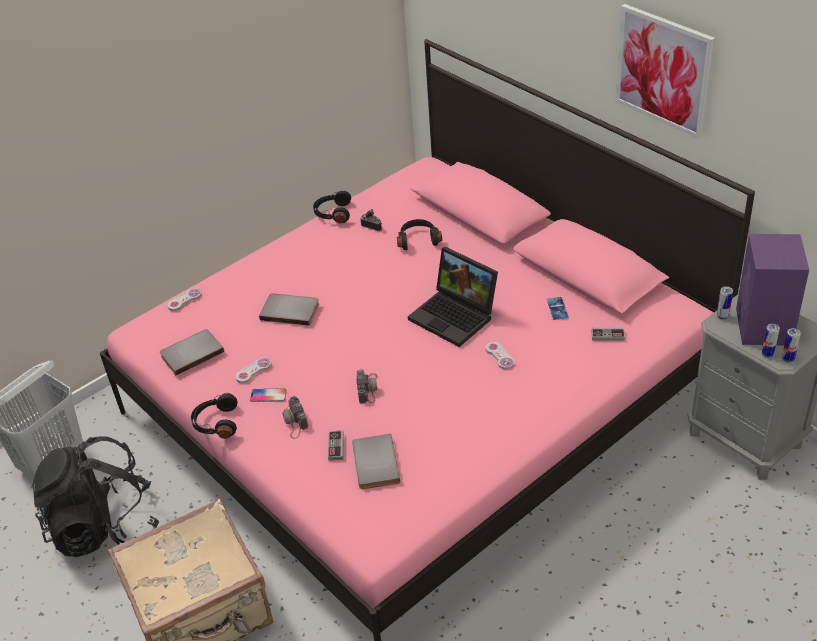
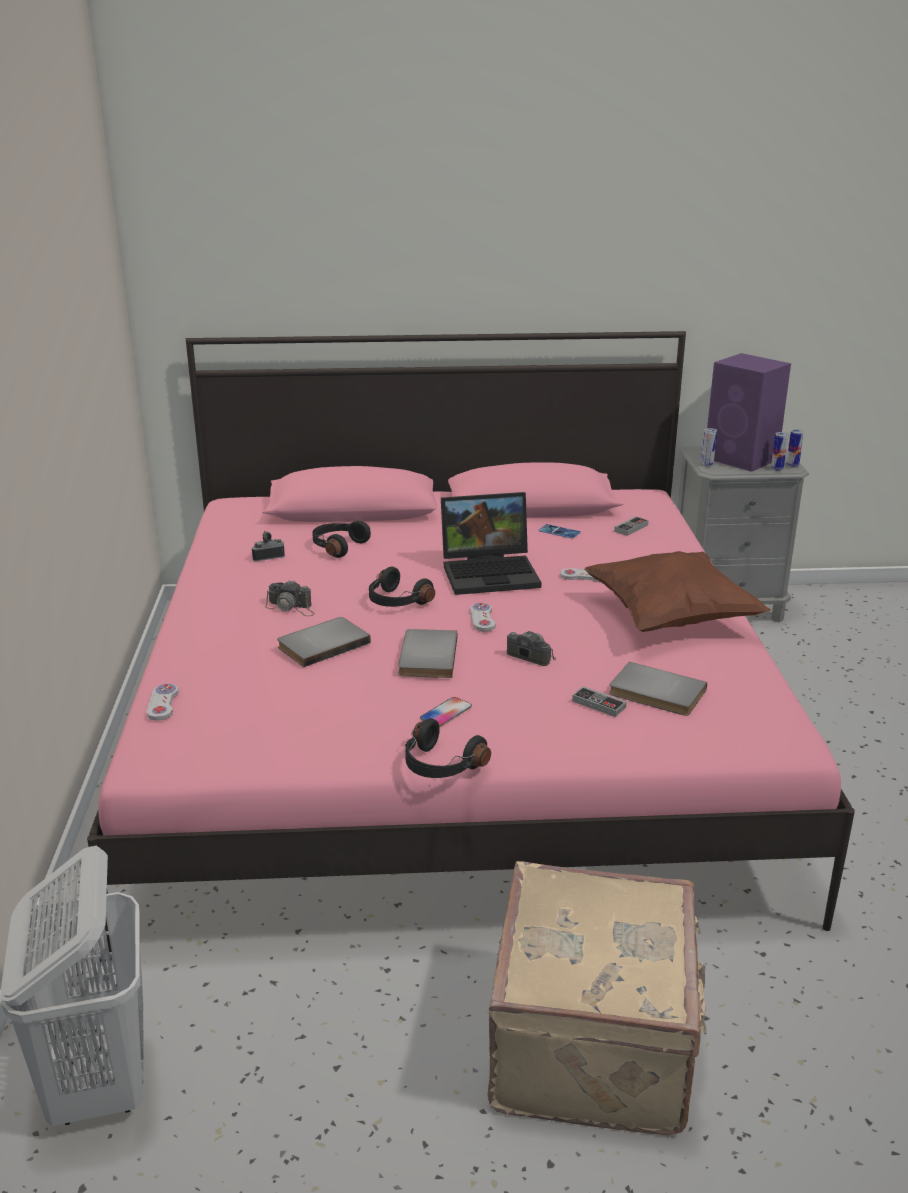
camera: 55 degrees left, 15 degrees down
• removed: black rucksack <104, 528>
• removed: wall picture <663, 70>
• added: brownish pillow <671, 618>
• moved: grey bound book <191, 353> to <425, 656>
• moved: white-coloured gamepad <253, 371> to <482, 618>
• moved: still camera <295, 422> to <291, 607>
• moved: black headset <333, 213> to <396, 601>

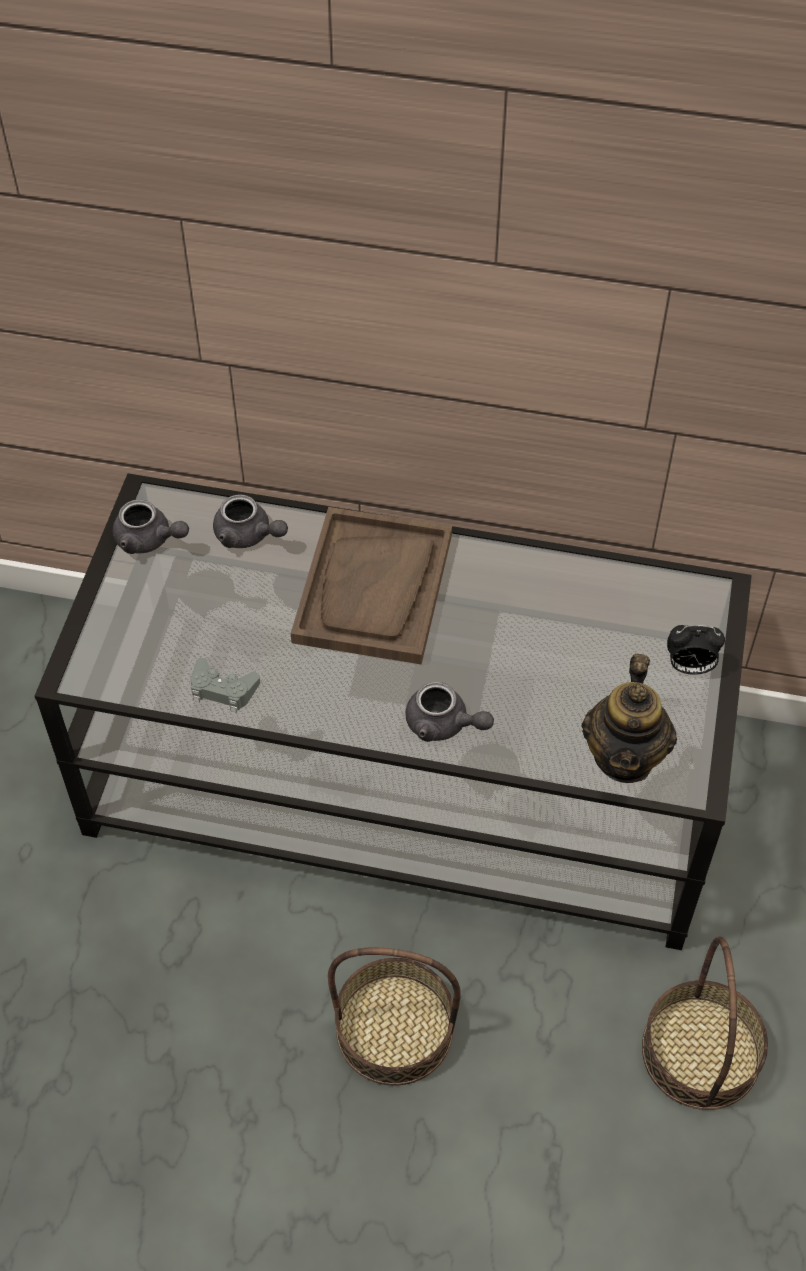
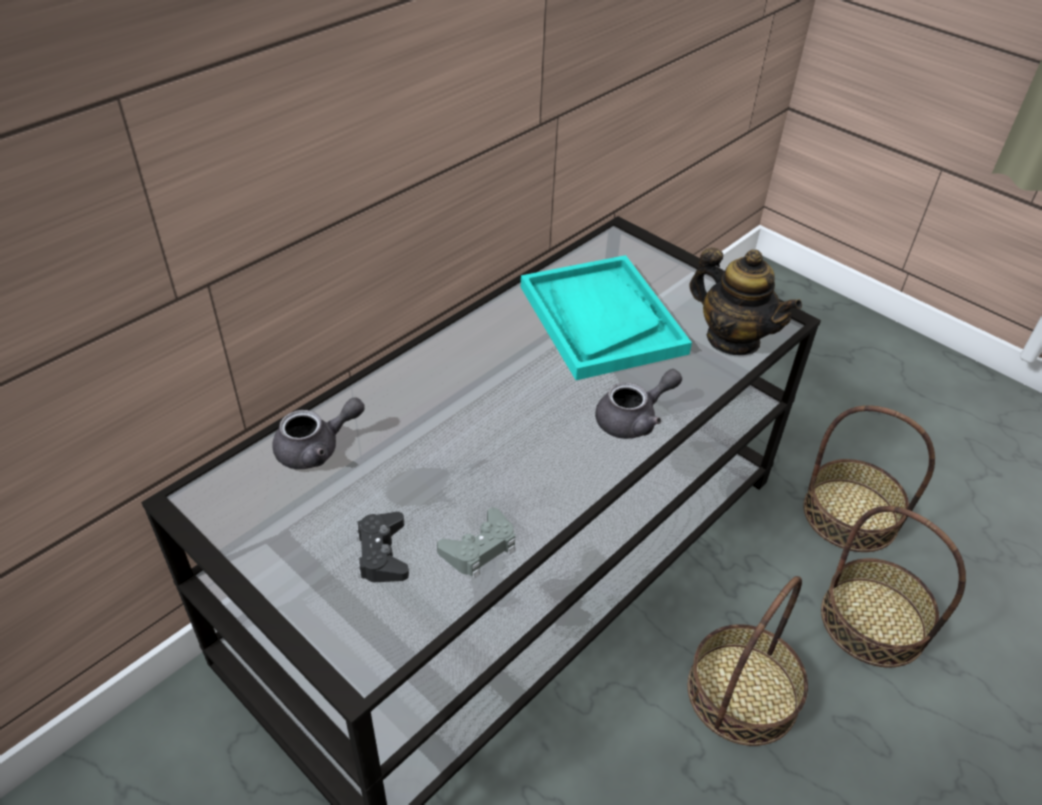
camera: 60 degrees left, 10 degrees down
• removed: grey pot for tea <149, 540>
• removed: brownish serving tray <374, 589>
• removed: alarm clock <689, 667>
• added: black gamepad <382, 553>
• added: turquoise-coloured serving tray <601, 319>
• added: basket <873, 621>

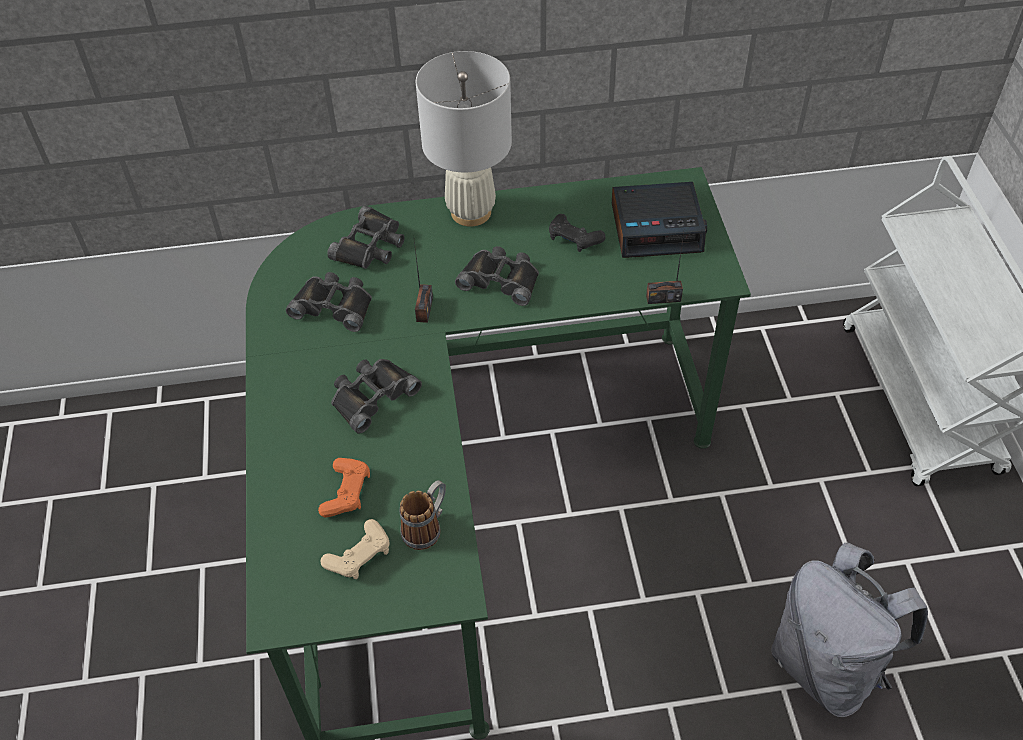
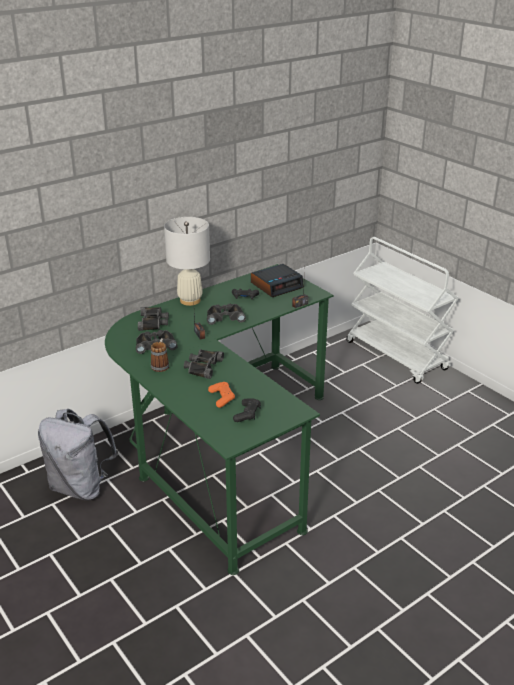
camera: 30 degrees left, 20 degrees down
• moved: coffee mug <427, 527> to <161, 365>
• moved: grey rucksack <828, 665> to <81, 487>
• recoloured: beige gamepad <359, 556> to black gamepad <247, 414>

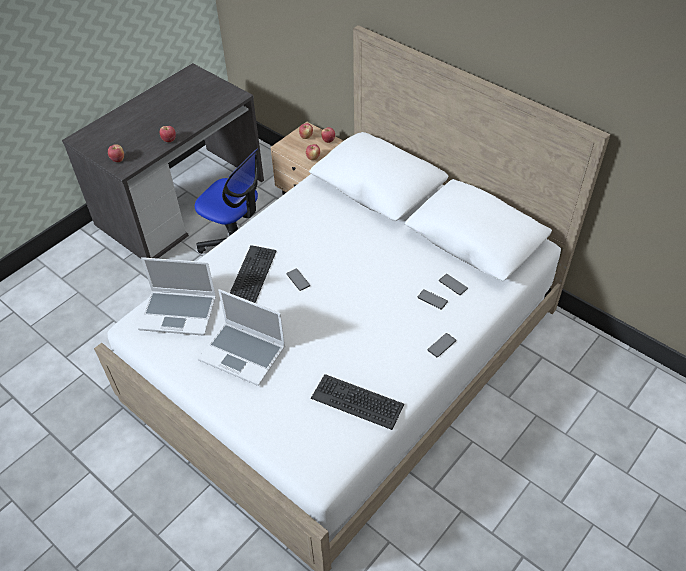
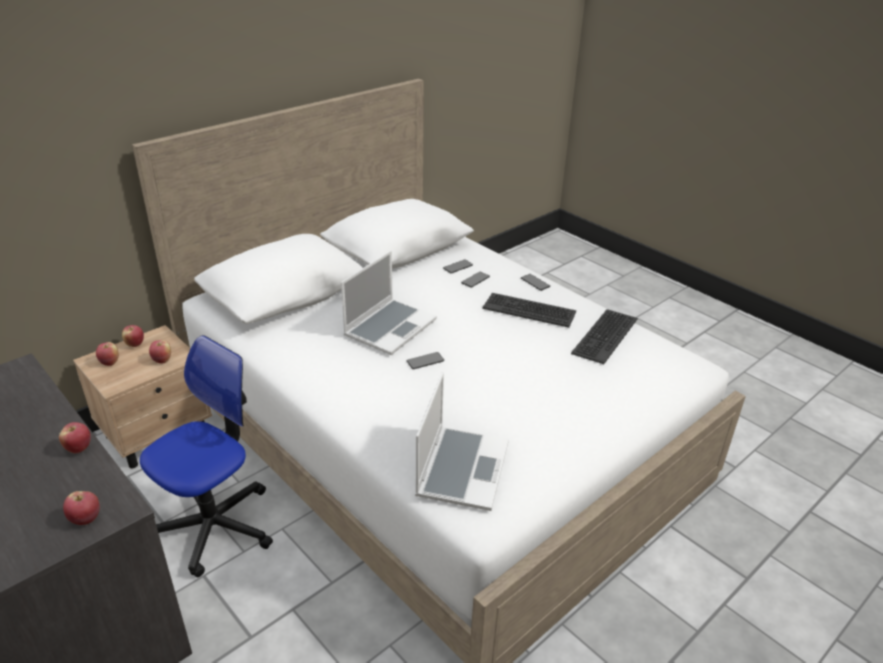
camera: 85 degrees left, 15 degrees down
• moved: laptop <244, 353> to <390, 327>
• moved: PC keyboard <252, 276> to <529, 310>

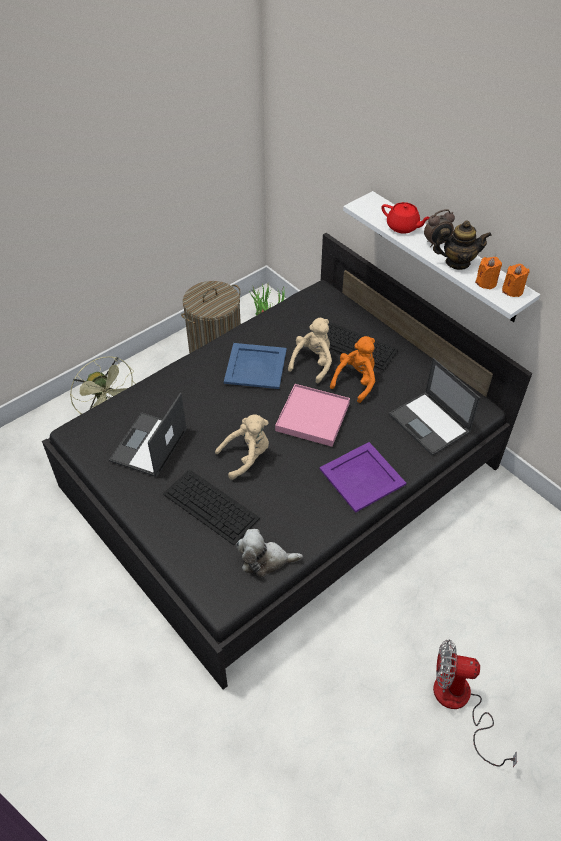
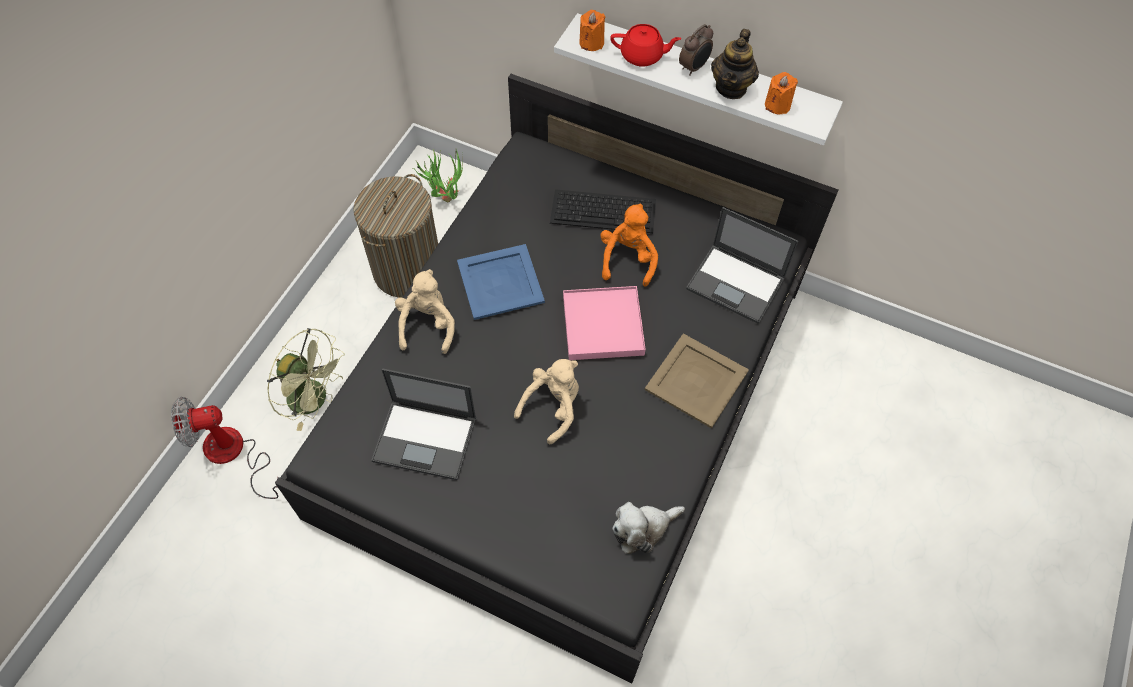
camera: 25 degrees left, 10 degrees up
• removed: PC keyboard <211, 506>
• moved: beige cuddly toy <313, 363> to <427, 325>
• moved: fan <460, 704> to <234, 455>
• moved: orange-coloured wax candle <512, 290> to <591, 43>
• recoloured: purple-coloured serving tray <363, 477> to beige serving tray <697, 380>
• turned: laptop <148, 445> = <426, 439> 75 degrees counterclockwise
• turned: pot for tea <457, 262> = <731, 87> 135 degrees clockwise

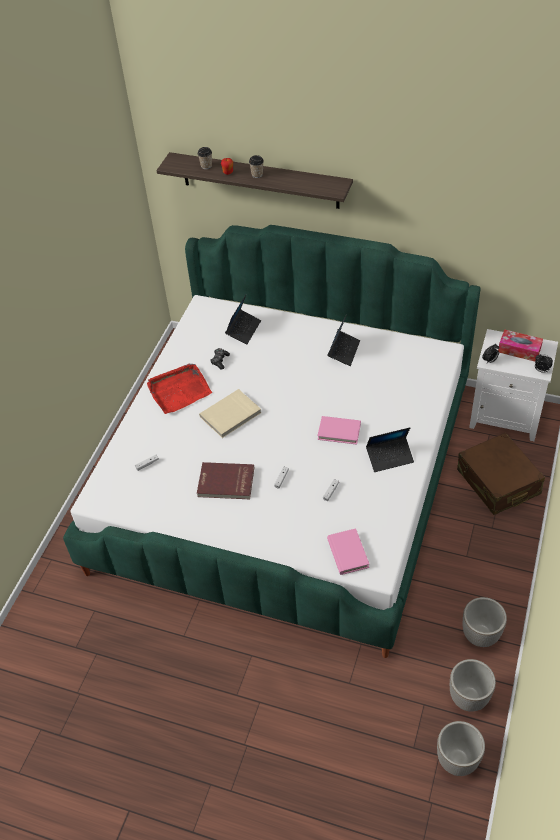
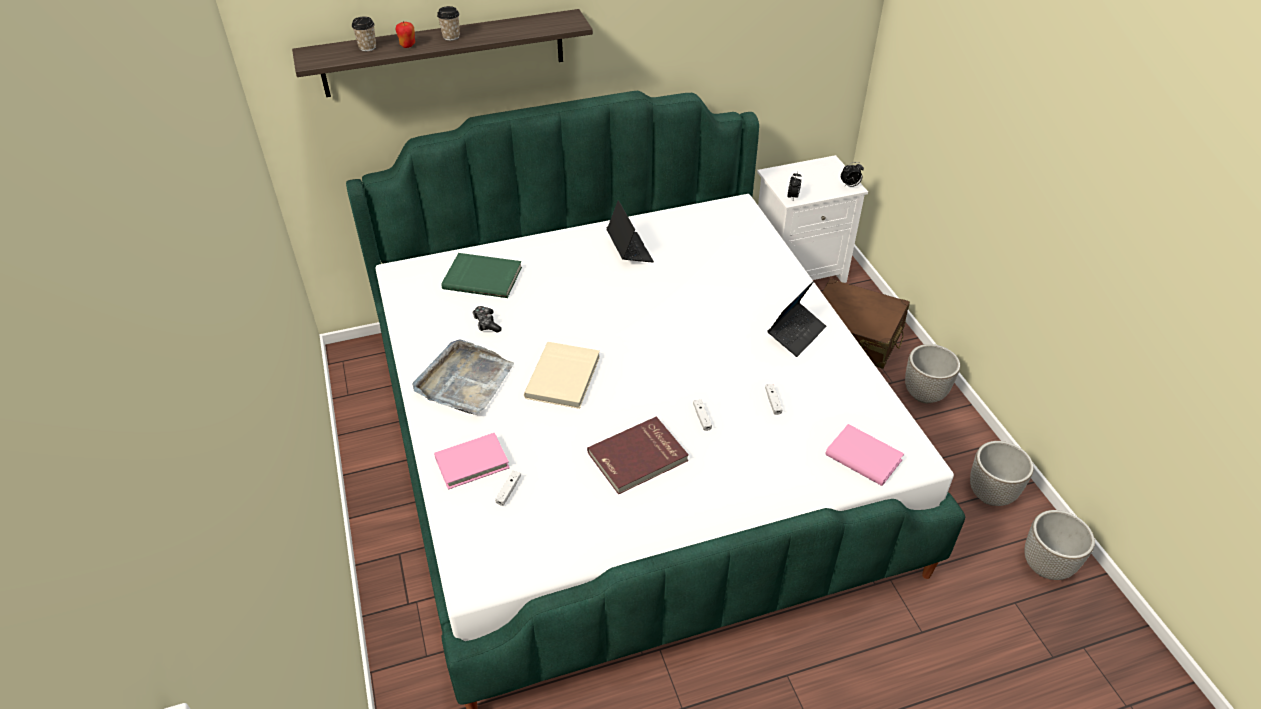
camera: 40 degrees left, 5 degrees down
• removed: tissue box <519, 350>
• moved: pink bound book <339, 431> to <472, 463>
• moved: plant pot <456, 760> to <923, 394>
• replaced: laptop <243, 330> to green-coloured bound book <483, 277>
• recoloured: red-coloured serving tray <179, 390> to grey serving tray <464, 381>

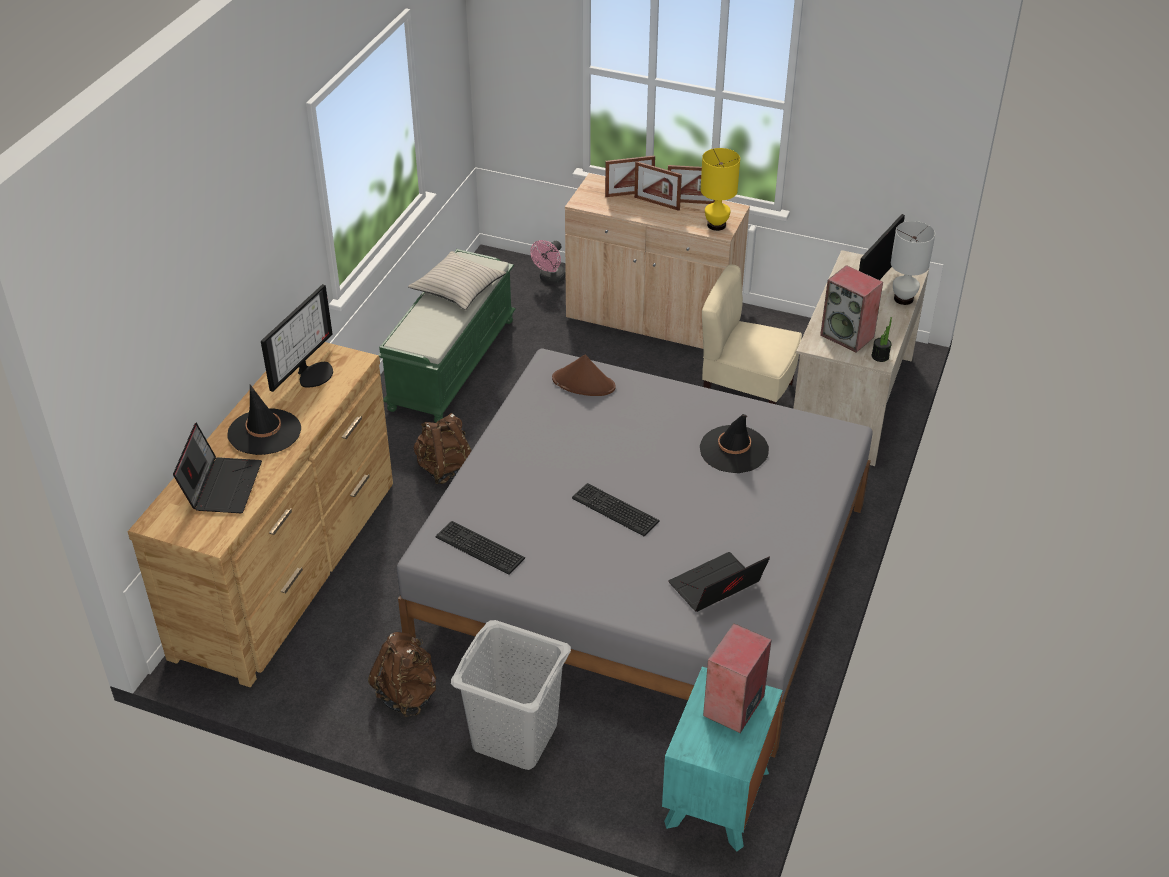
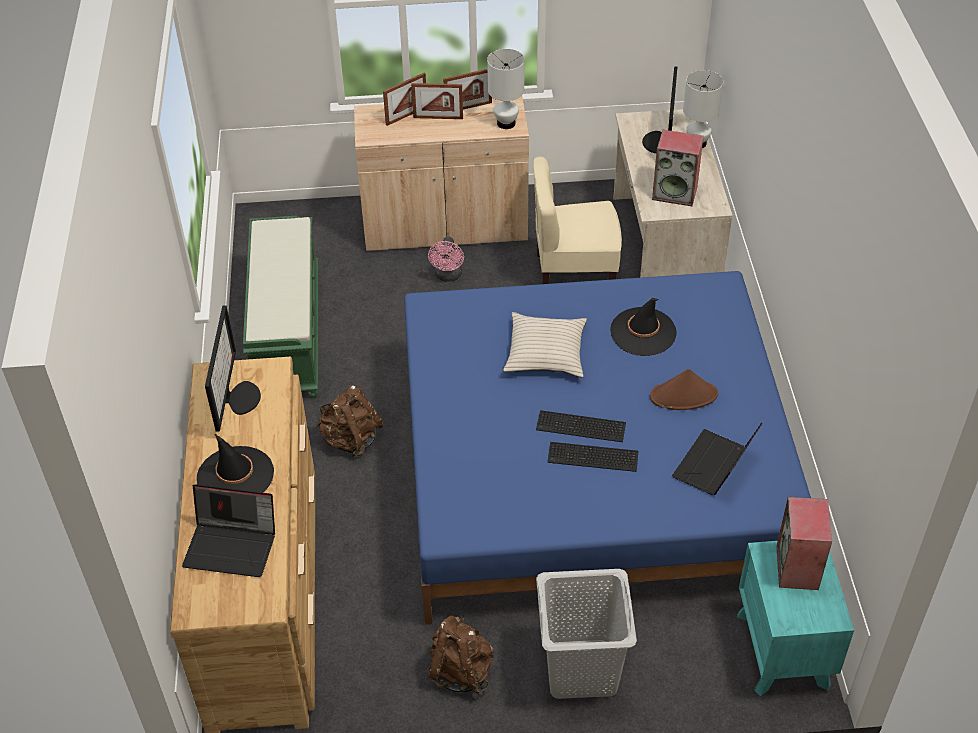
camera: 25 degrees left, 5 degrees up
• removed: plant in a pot <880, 356>
• moved: beige pillow <458, 288> to <546, 352>
• moved: PC keyboard <480, 549> to <594, 458>
• moved: pink fan <550, 279> to <448, 276>
• moved: brownish wearable hat <584, 383> to <684, 395>
• recoloured: grey bed <643, 571> to bluish bed <591, 470>
• recoloured: yellowish table lamp <716, 225> to white-coloured table lamp <505, 123>
• turned: laptop <222, 485> = <233, 546> 120 degrees clockwise

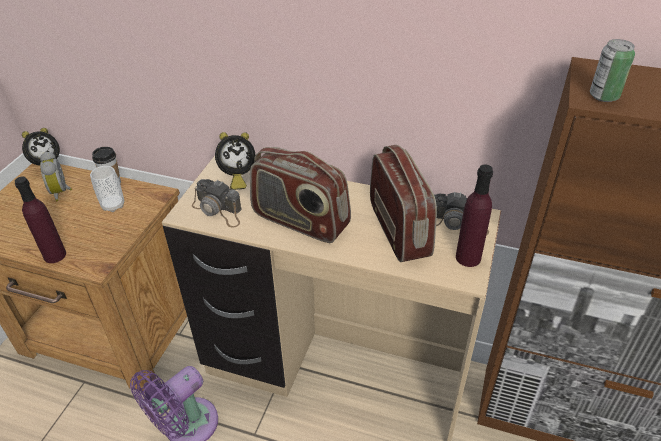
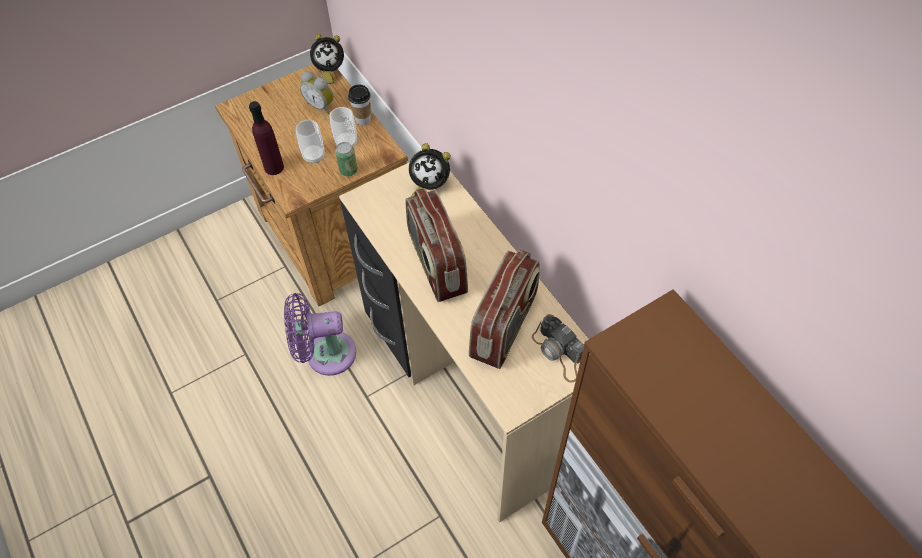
camera: 40 degrees right, 15 degrees up
• removed: still camera <218, 210>
• removed: purple-coloured drink bottle <468, 258>
• added: drinking cup <314, 156>
• moved: can <604, 96> to <348, 170>
• turned: alarm clock <62, 192> = <321, 106> 75 degrees counterclockwise

